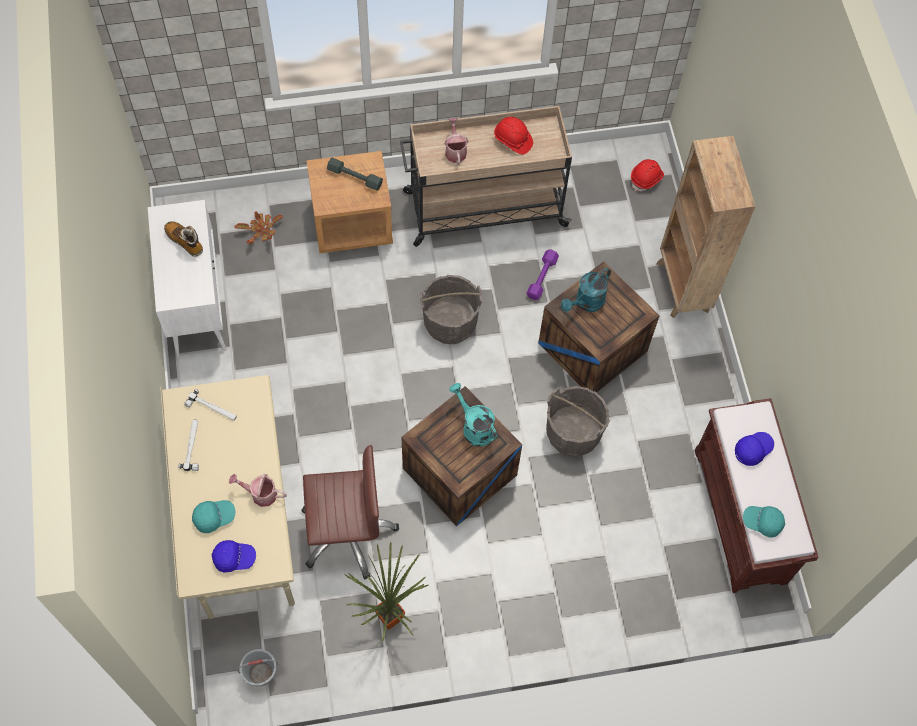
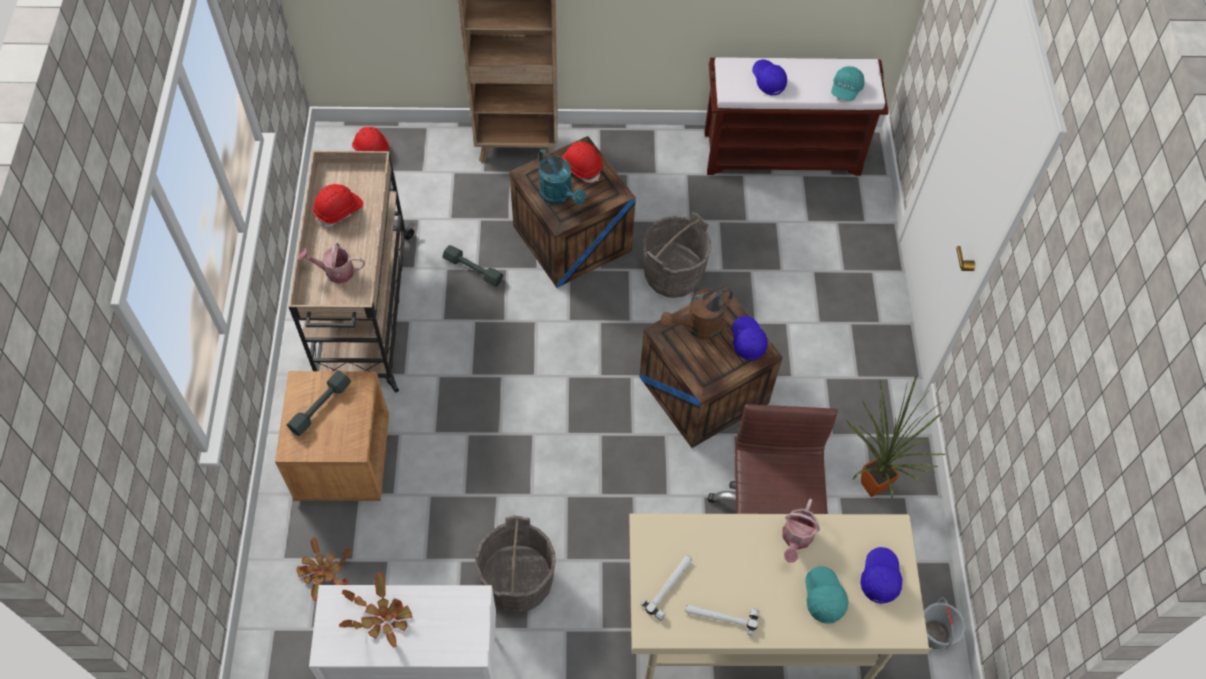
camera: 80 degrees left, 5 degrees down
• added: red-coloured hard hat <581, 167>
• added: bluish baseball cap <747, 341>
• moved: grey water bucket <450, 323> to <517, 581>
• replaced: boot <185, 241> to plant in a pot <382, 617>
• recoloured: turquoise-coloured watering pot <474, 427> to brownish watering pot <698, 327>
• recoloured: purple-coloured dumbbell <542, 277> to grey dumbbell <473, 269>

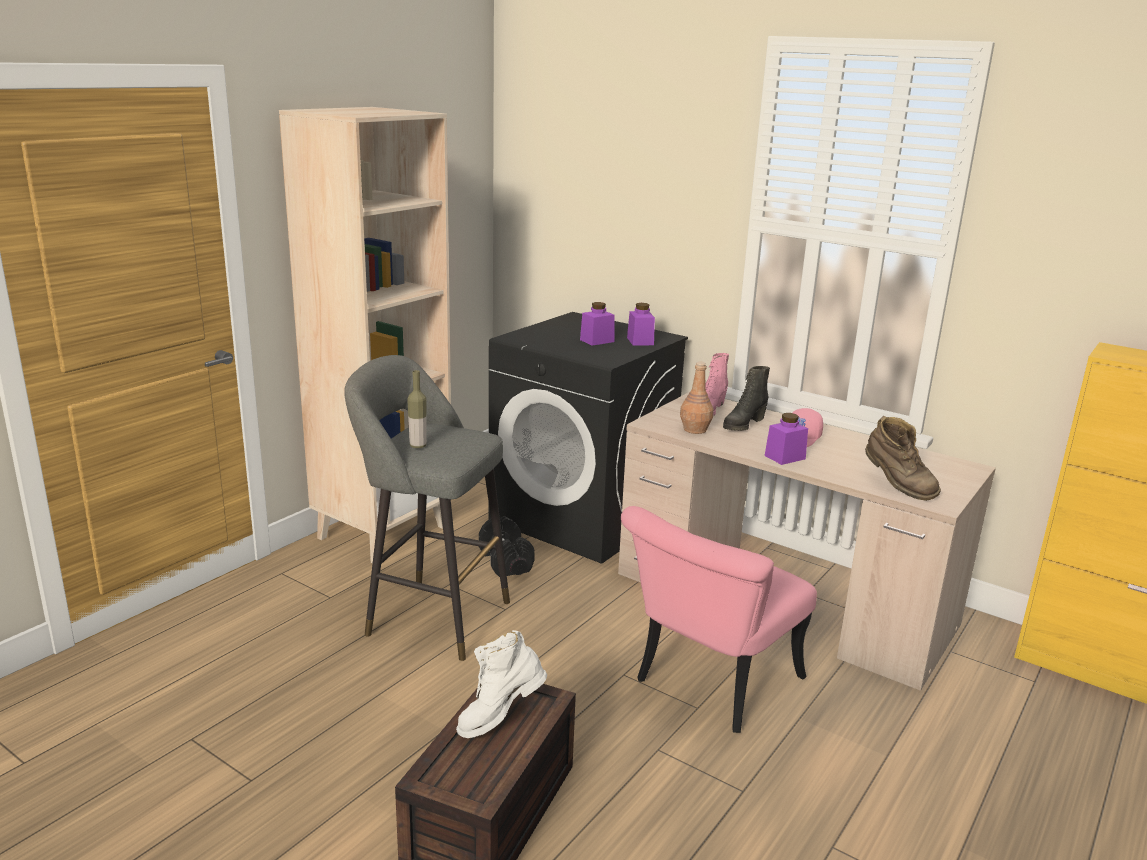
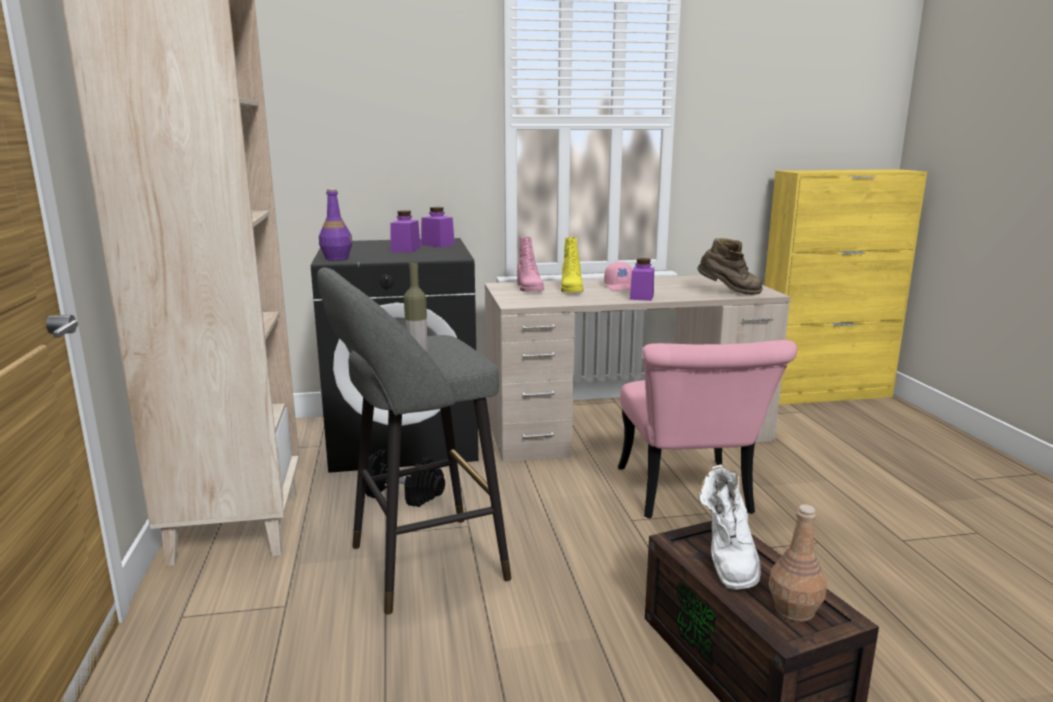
camera: 45 degrees left, 5 degrees down
• added: purple-coloured drink bottle <337, 258>
• moved: brownish drink bottle <695, 430> to <795, 610>
• recoloured: black boot <743, 424> to yellowish boot <570, 289>

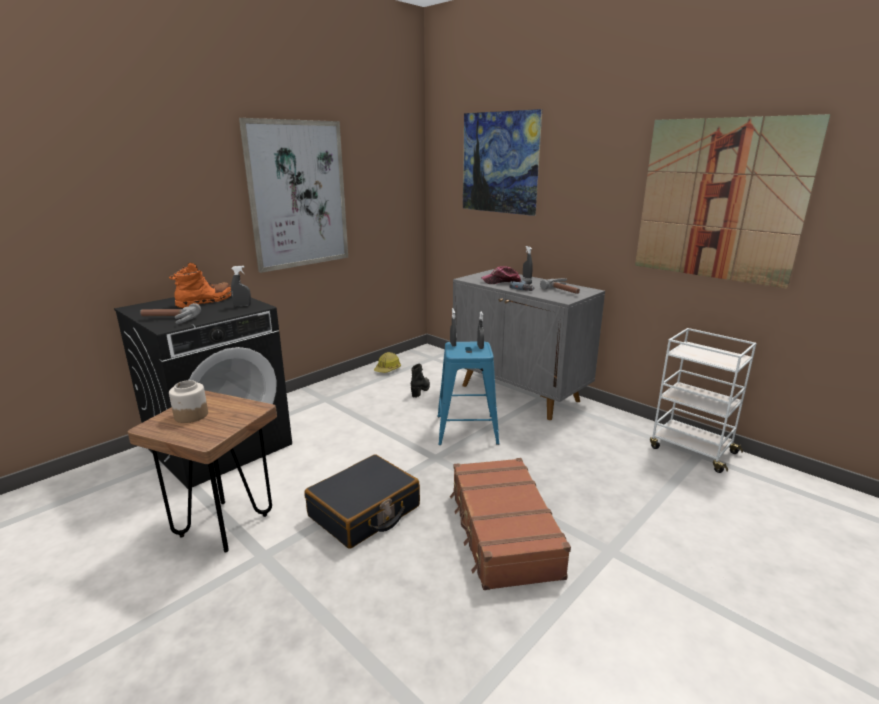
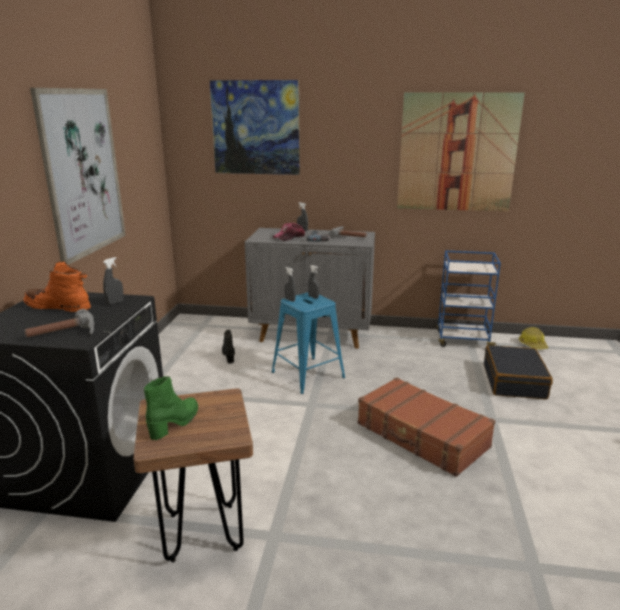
camera: 35 degrees left, 0 degrees up
• moved: black travel case <364, 512> to <514, 381>
• moved: hard hat <387, 369> to <532, 345>
• replaced: preserve jar <191, 415> to green-coloured boot <175, 423>
• recoloured: white-coloured cart <691, 450> to bluish cart <463, 340>
• turned: orange-coloured boot <205, 301> = <58, 307> 75 degrees counterclockwise

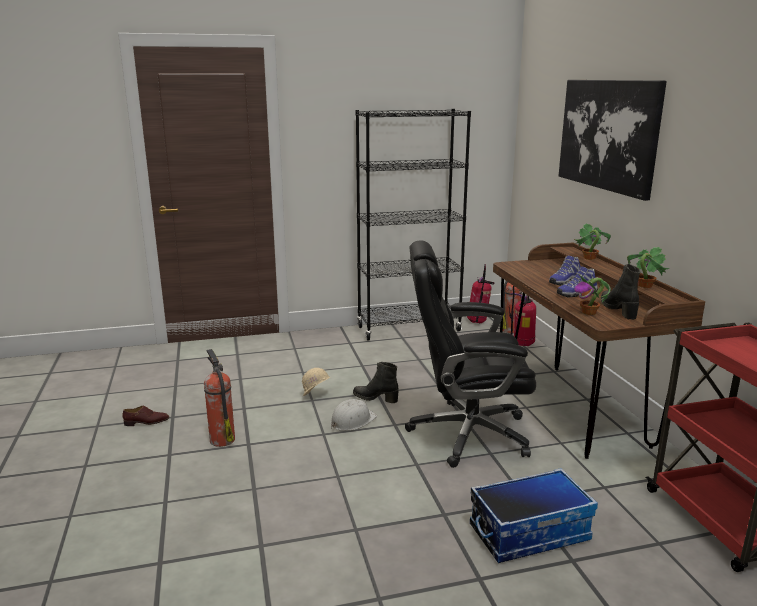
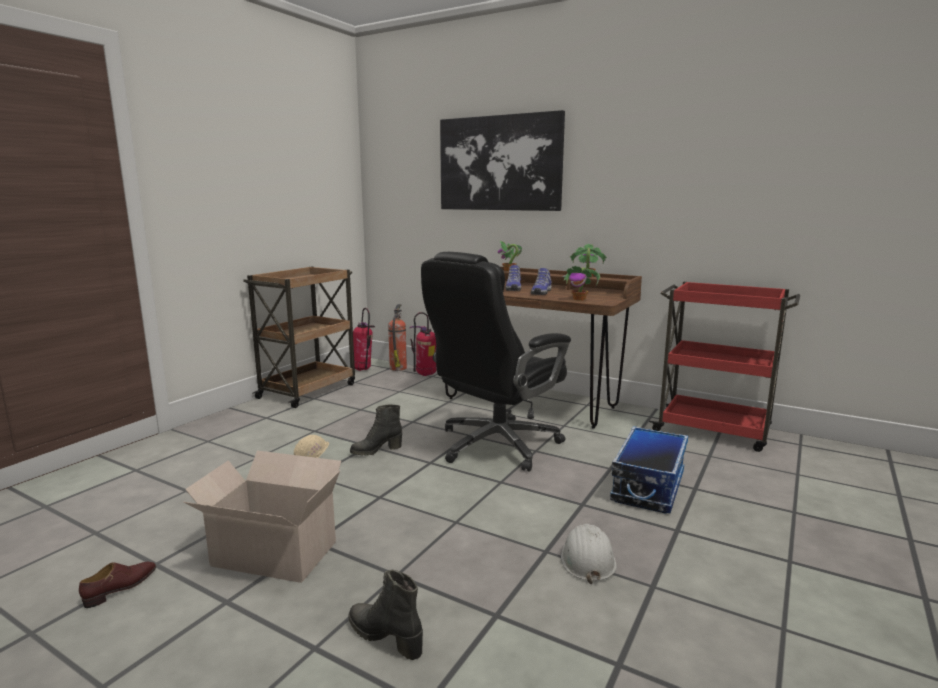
camera: 45 degrees left, 5 degrees down
• moved: white-coloured hard hat <352, 421> to <587, 559>
• moved: black boot <618, 310> to <386, 637>
• replaced: fire extinguisher <222, 439> to carton <272, 553>
• replaced: black bookshelf <409, 329> to brownish cart <308, 390>

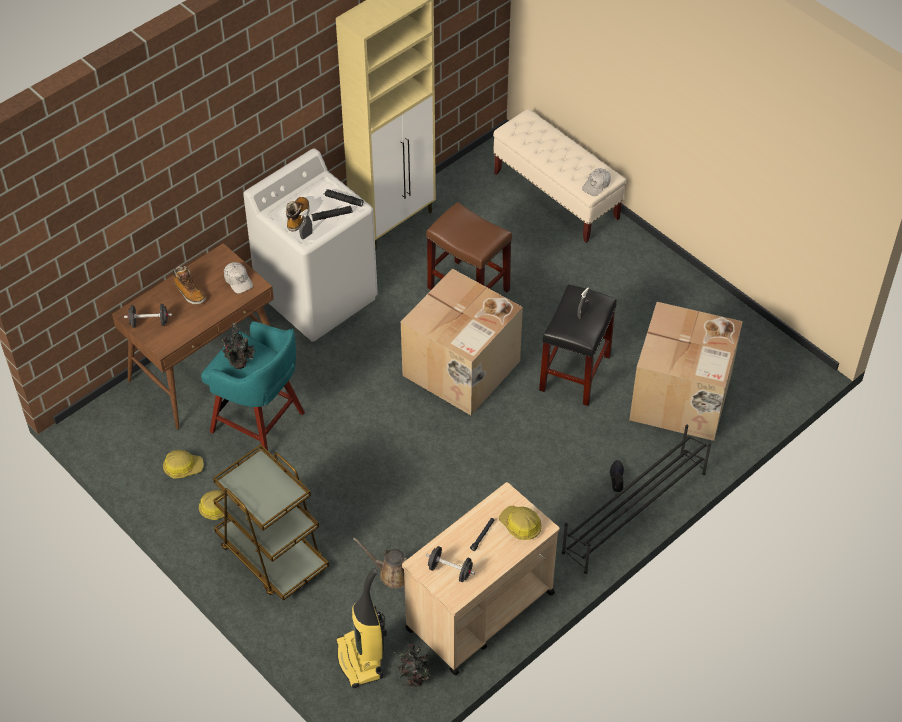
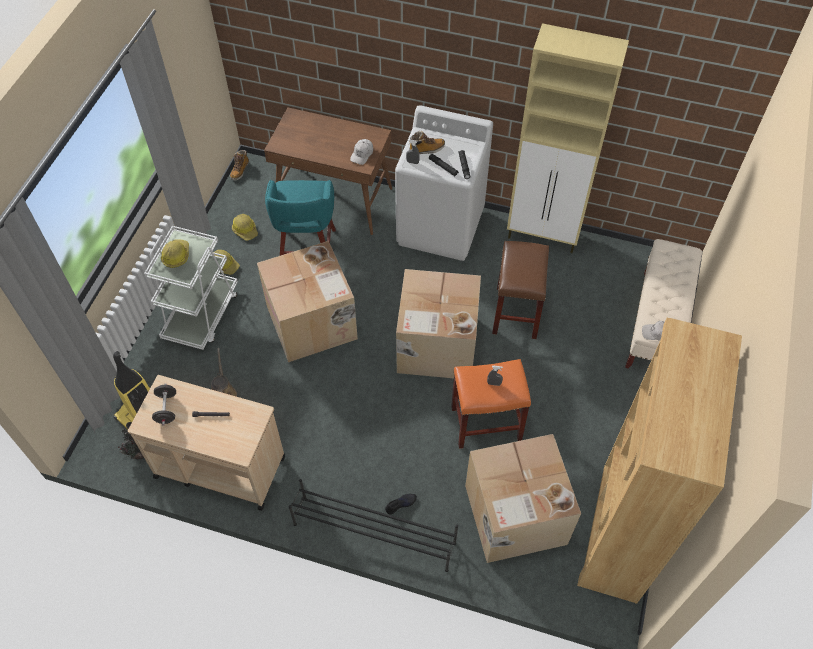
camera: 60 degrees right, 5 degrees up
• removed: black dumbbell <149, 322>
• removed: plant in a pot <239, 365>
• added: carton <313, 323>
• added: brownish bookshelf <618, 532>
• moved: boot <189, 293> to <240, 170>
• moved: hard hat <520, 525> to <176, 256>
• recoloured: brownish cart <272, 555> to white-coloured cart <201, 314>
• recoloured: black stool <574, 372> to orange-coloured stool <486, 423>

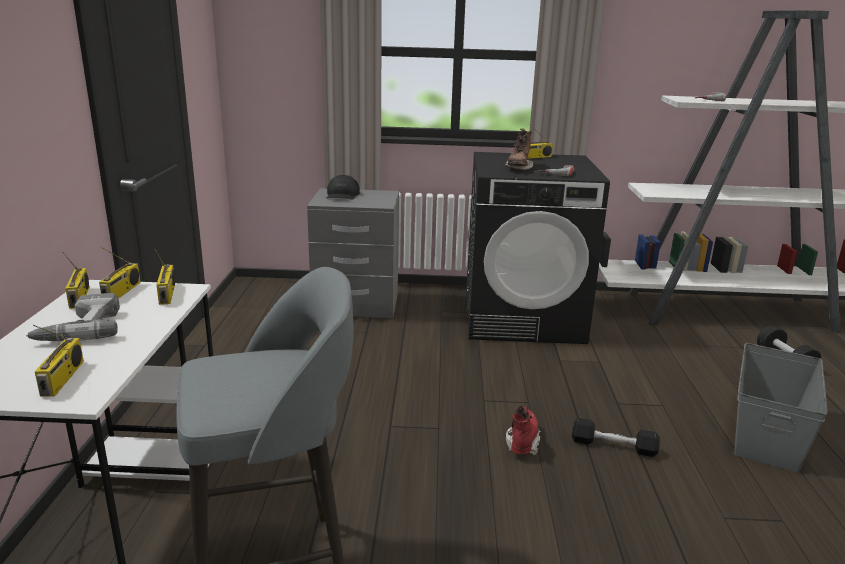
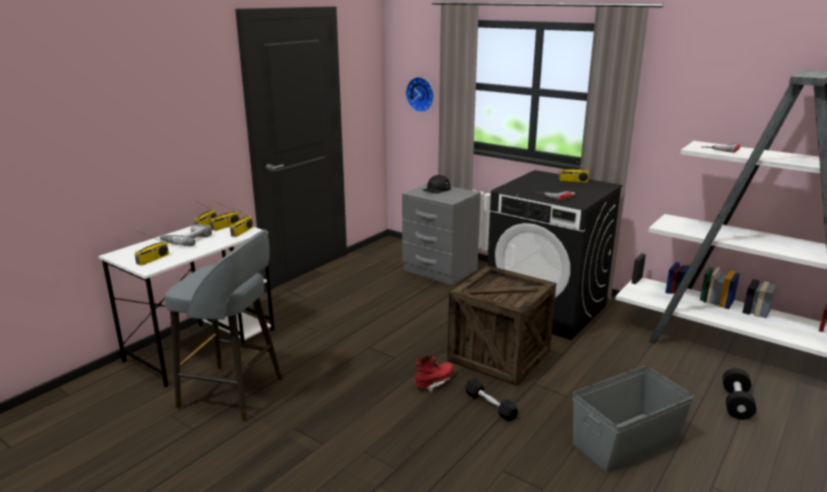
camera: 35 degrees right, 0 degrees up
• removed: brownish boot <518, 168>
• added: wall clock <421, 94>
• added: crate <499, 355>

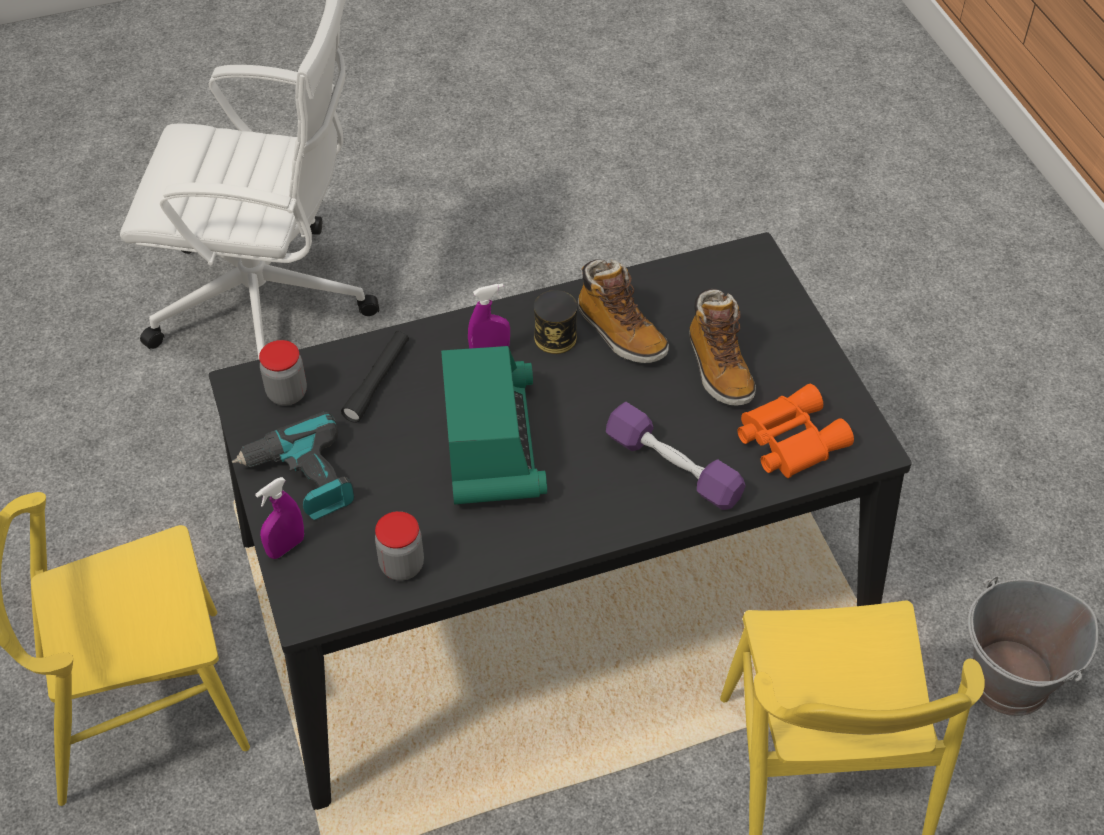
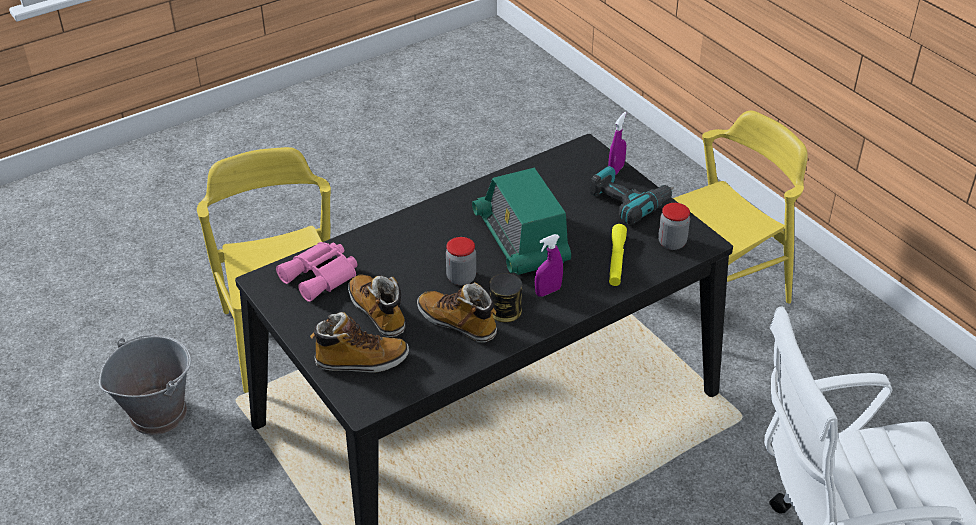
camera: 165 degrees right, 10 degrees down
• removed: purple-coloured dumbbell <673, 467>
• added: boot <361, 361>
• moved: preserve jar <402, 565> to <461, 278>
• recoloured: black torch <377, 381> to yellowish torch <616, 260>
• recoloured: orange-coloured pair of binoculars <788, 439> to pink pair of binoculars <321, 276>

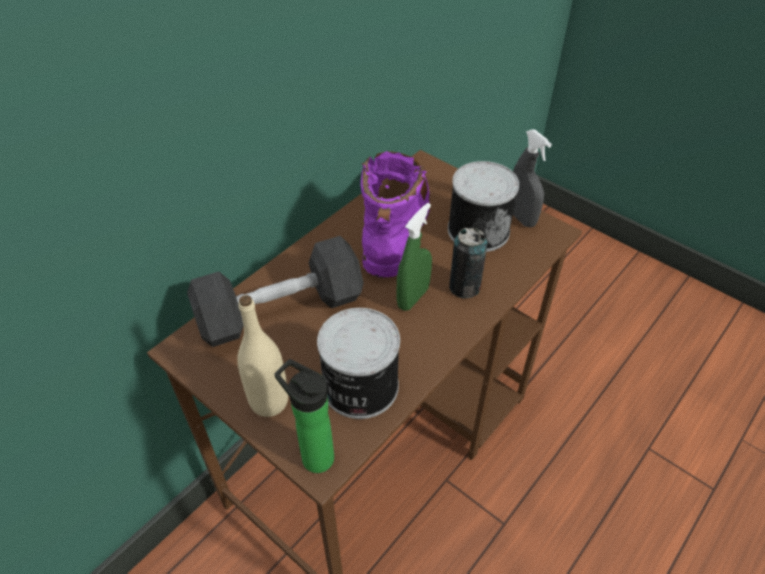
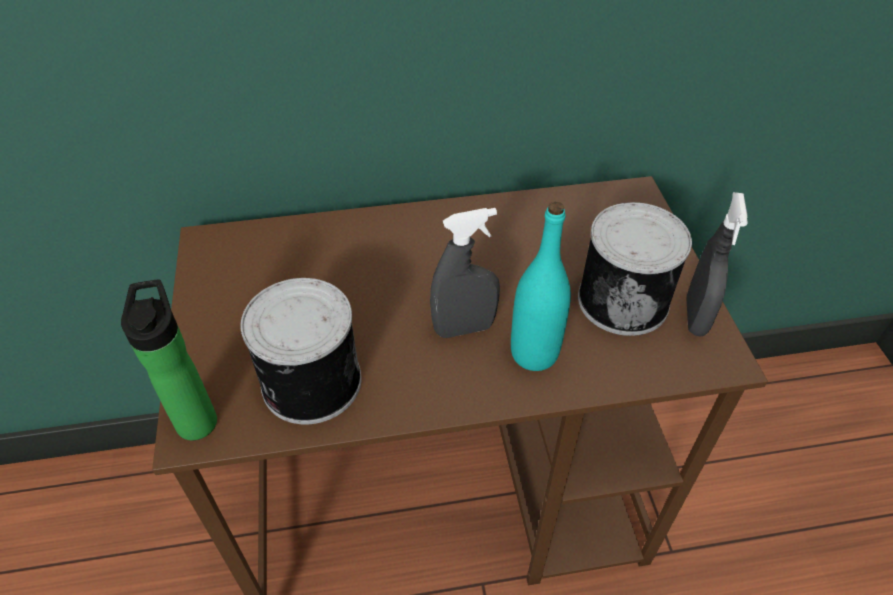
camera: 40 degrees right, 0 degrees up
• removed: black dumbbell <280, 310>
• removed: beige drink bottle <269, 401>
• removed: purple-coloured boot <396, 225>
• replaced: can <464, 287> to turquoise-coloured drink bottle <534, 353>
• recoloured: green-coloured spray bottle <413, 297> to grey spray bottle <464, 328>

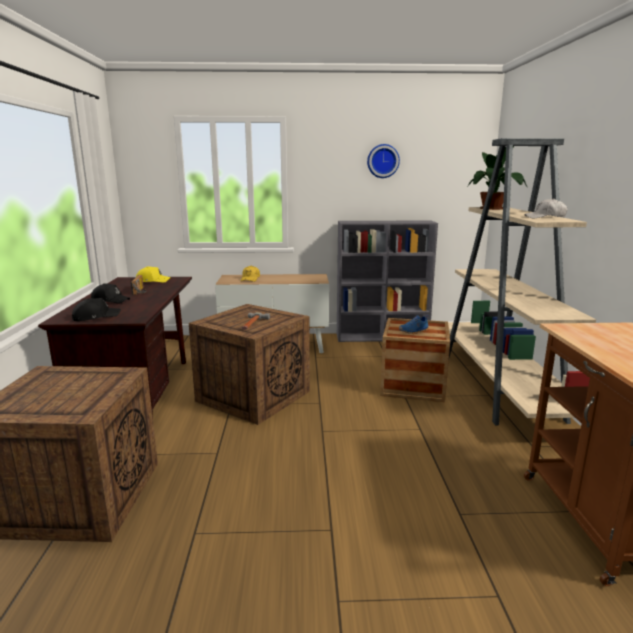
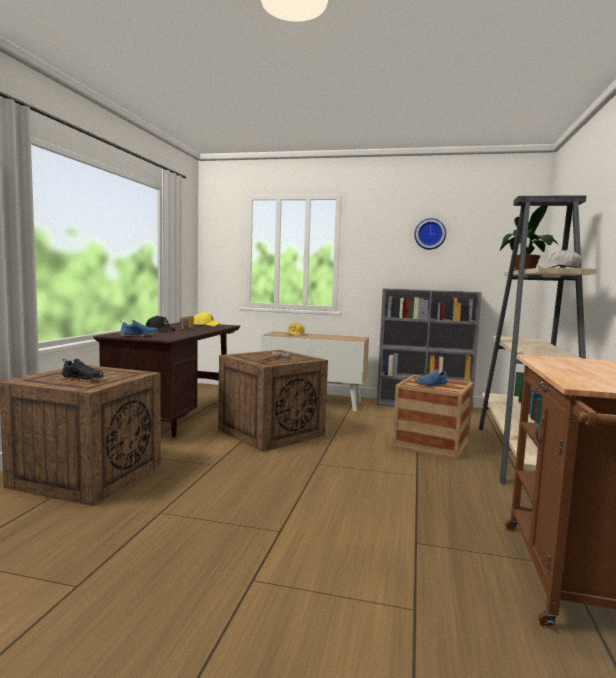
camera: 15 degrees right, 10 degrees down
• added: black item of footwear <83, 379>
• replaced: black baseball cap <95, 317> to bluish item of footwear <138, 336>

